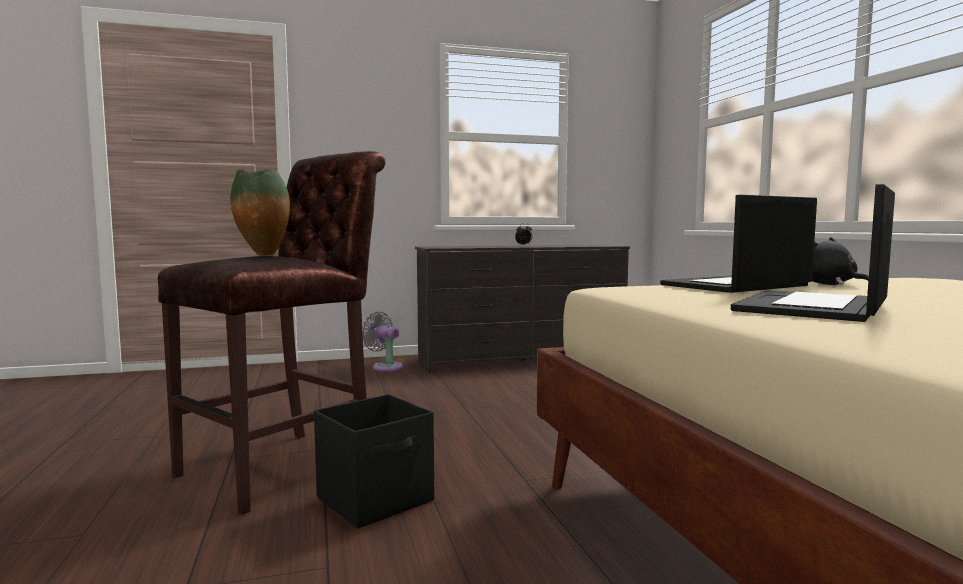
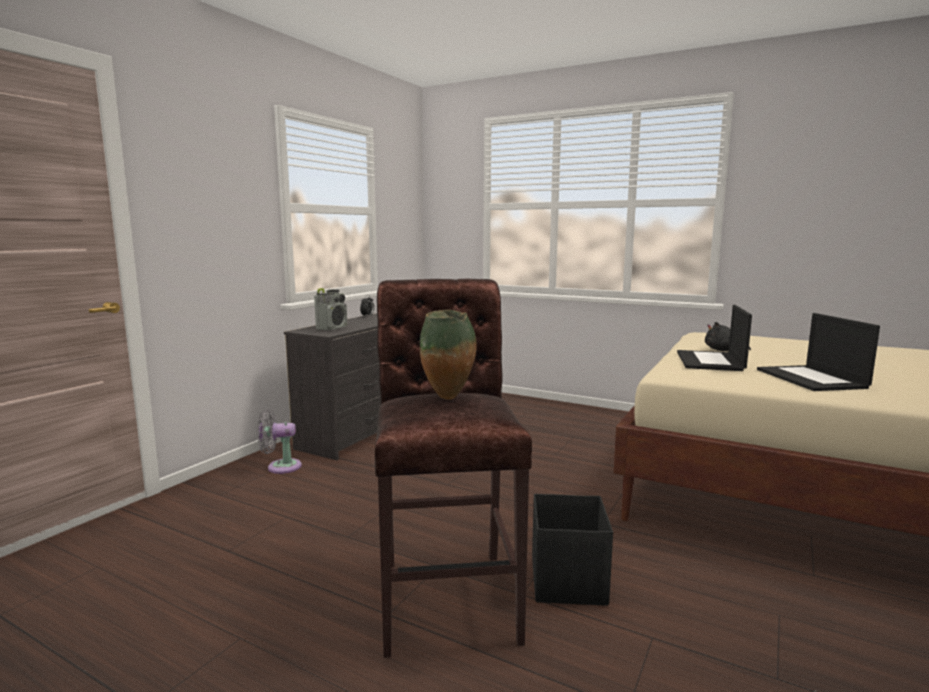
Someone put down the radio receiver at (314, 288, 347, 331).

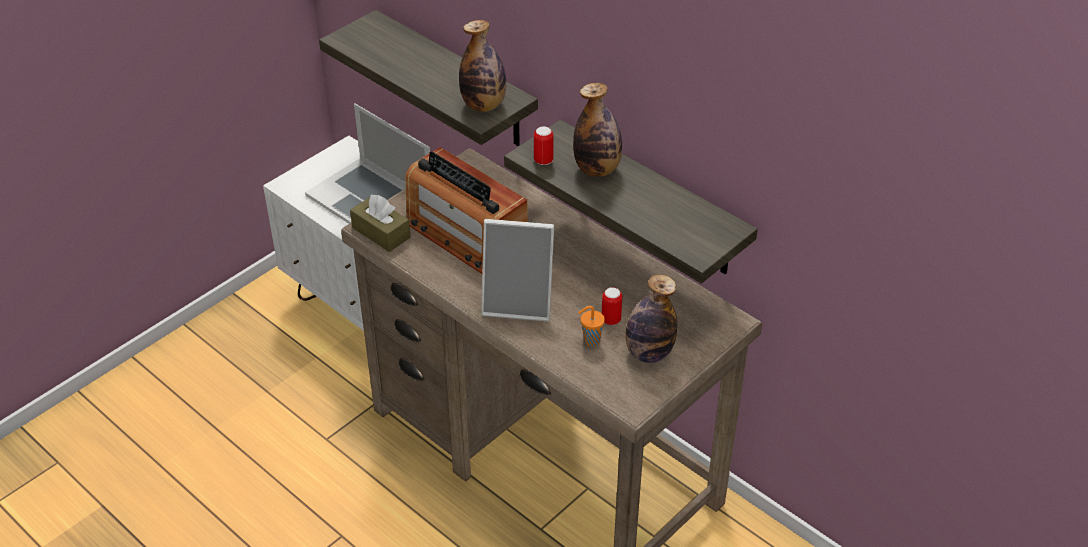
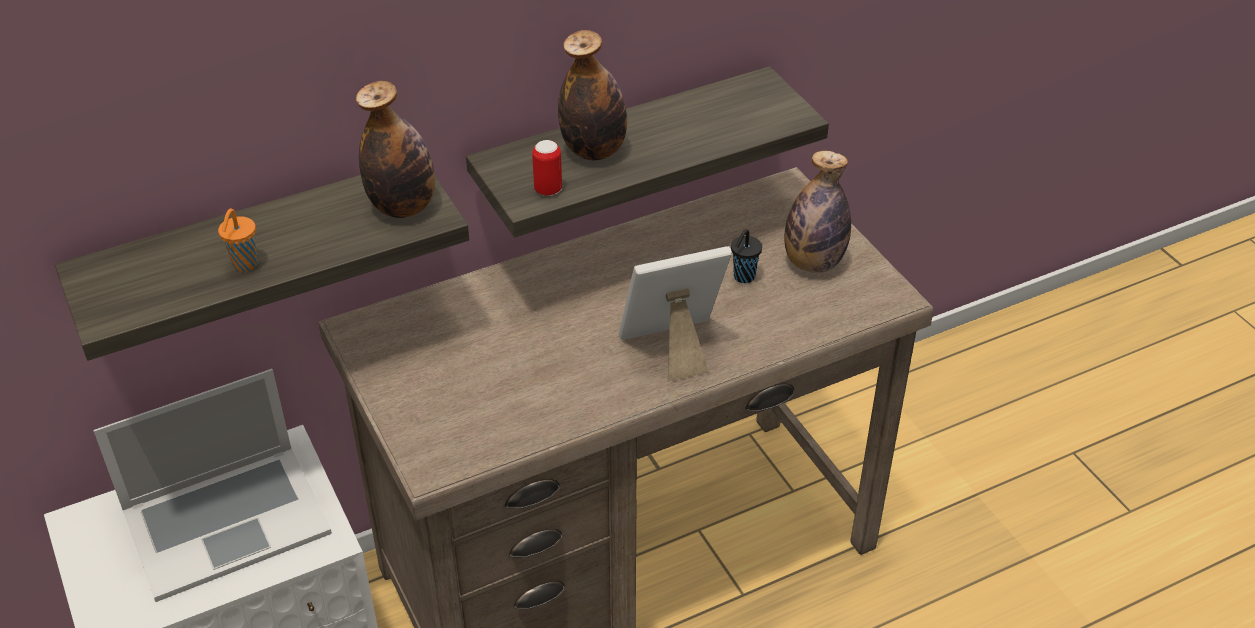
Someone took away the tissue box (brown) at (350, 194, 411, 252).
Someone took away the radio receiver at (405, 147, 528, 274).
Someone carried the drinking cup (orangey) from (578, 306, 605, 347) to (218, 209, 258, 272).
Someone swapped the can at (602, 287, 622, 325) for the drinking cup (black-coloured) at (731, 229, 762, 283).
Someone rotated the photo frame at (481, 219, 554, 322) by 135 degrees counterclockwise.

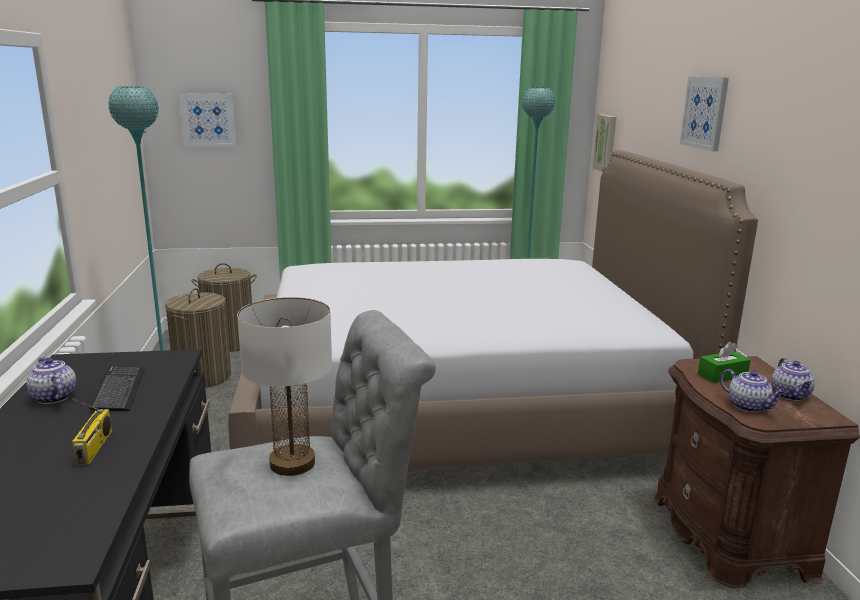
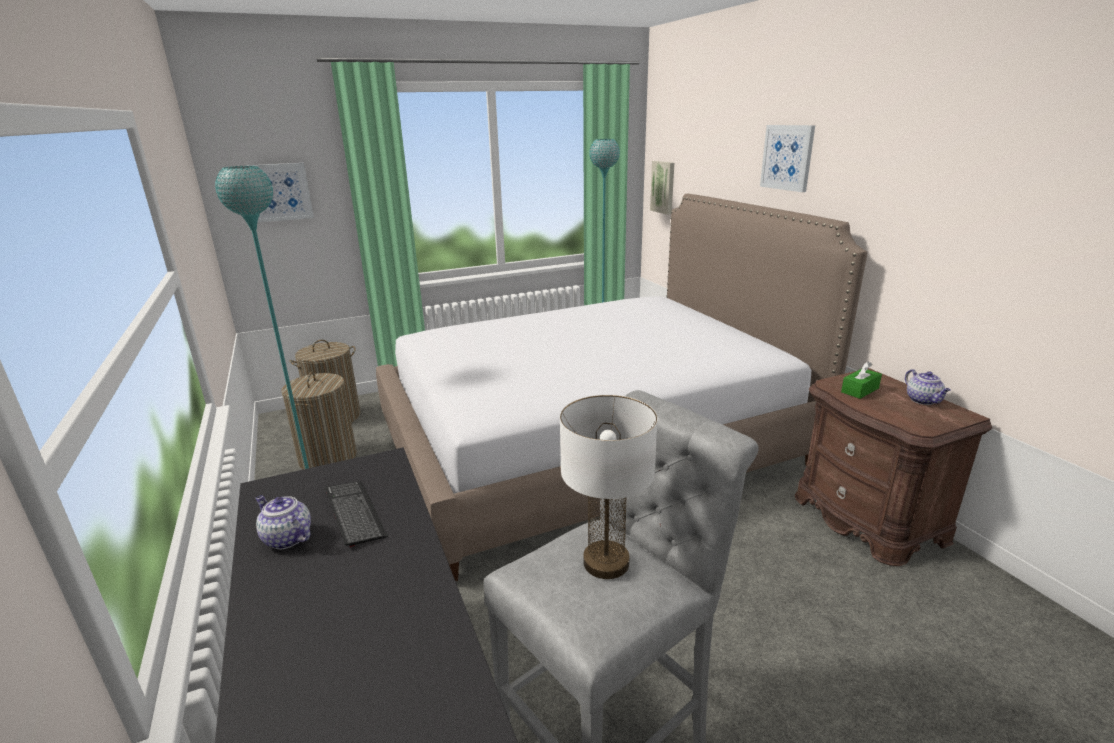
Someone took away the radio receiver at (72, 398, 112, 465).
Someone took away the tea pot at (720, 369, 786, 412).

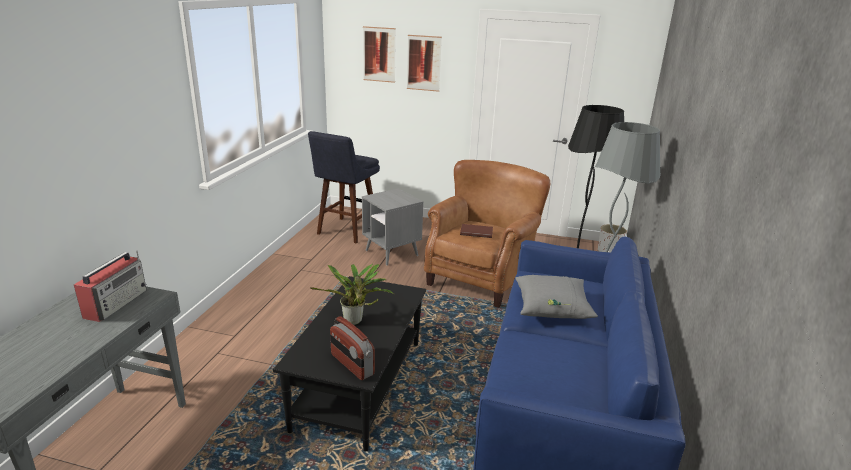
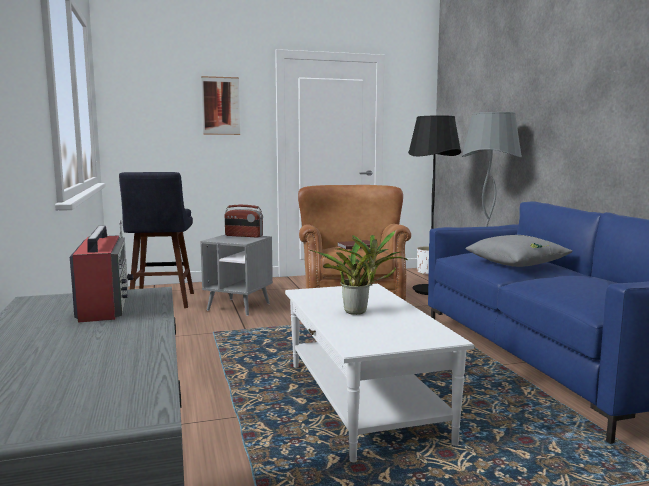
Someone took away the wall art at (363, 26, 396, 83).
Someone carried the radio receiver from (330, 316, 375, 380) to (224, 205, 263, 237).
Someone repainted the lounge table (black-coloured) at (273, 276, 426, 451), which became the lounge table (whitish) at (285, 284, 474, 462).

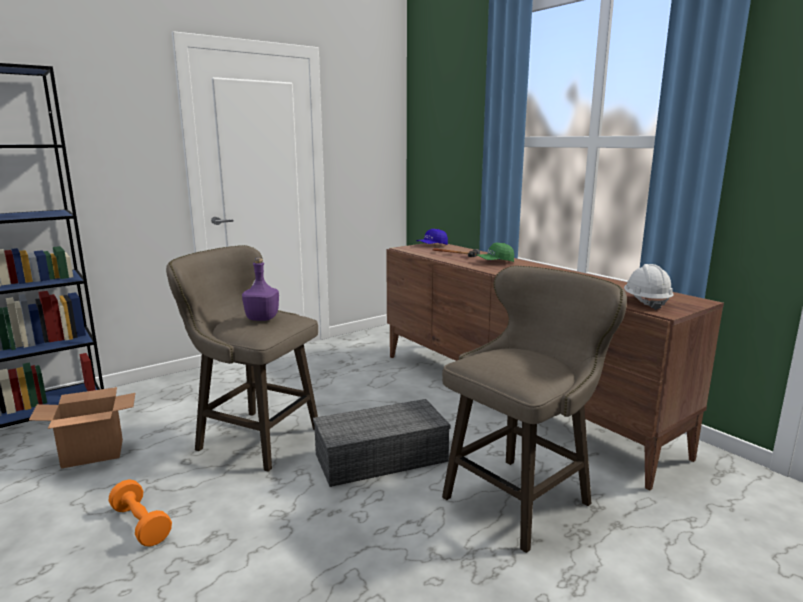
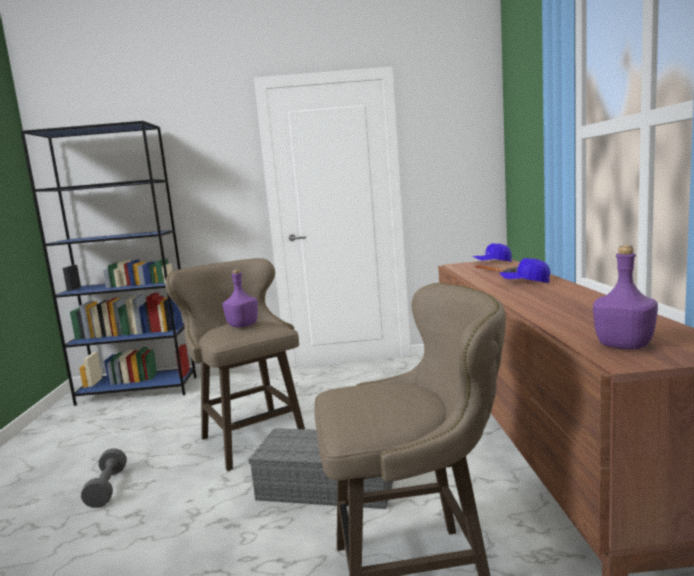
Someone took away the cardboard box at (29, 387, 135, 469).
Someone swapped the work helmet (whitish) at (624, 264, 673, 310) for the bottle (purple-coloured) at (593, 245, 658, 349).
Someone repainted the hand weight (orangey) at (109, 479, 172, 547), which became the hand weight (gray) at (81, 448, 127, 508).
Someone repainted the cap (green-coloured) at (477, 243, 514, 262), which became the cap (blue-coloured) at (500, 258, 550, 283).

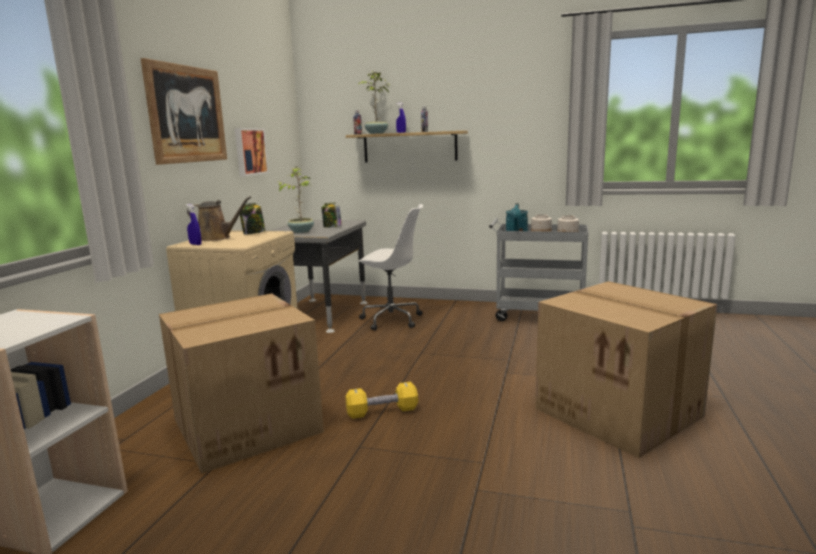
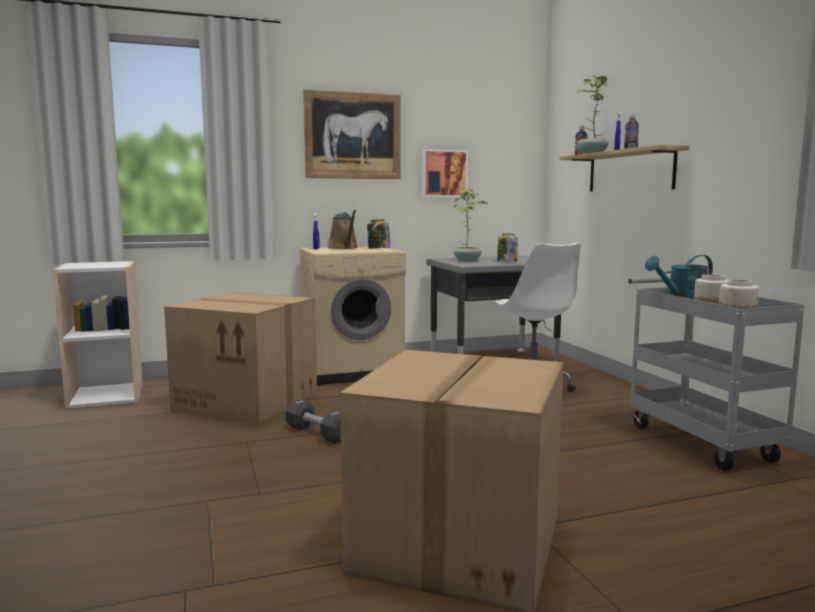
Someone repainted the hand weight (yellow-coloured) at (345, 382, 418, 419), which became the hand weight (black-coloured) at (286, 399, 341, 443).

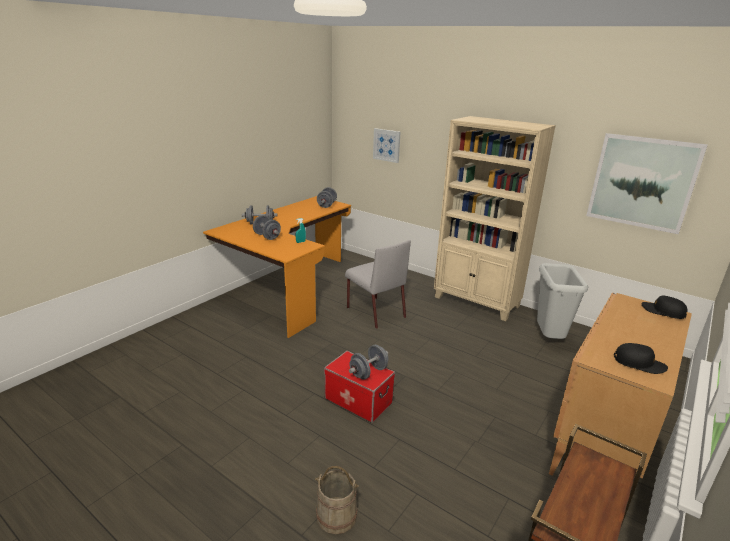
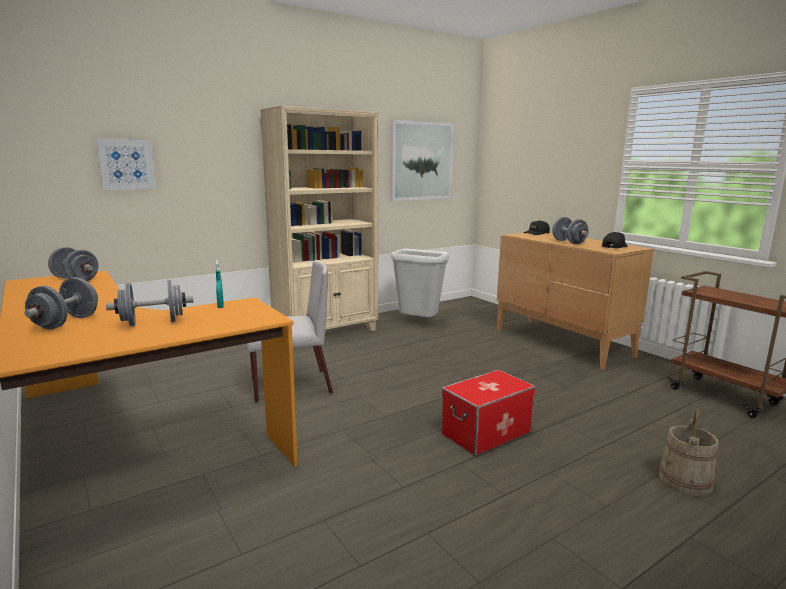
Someone carried the hand weight (gray) from (349, 345, 388, 380) to (552, 217, 589, 244).

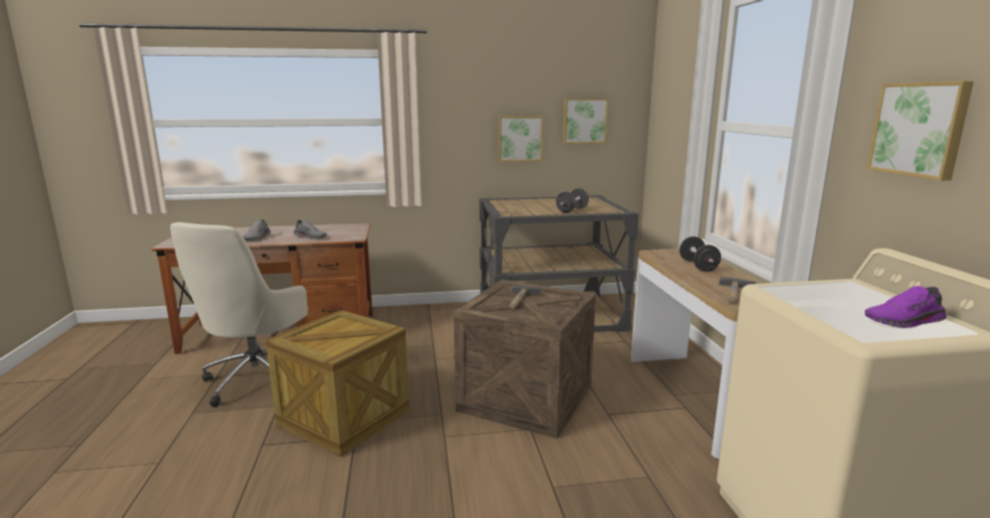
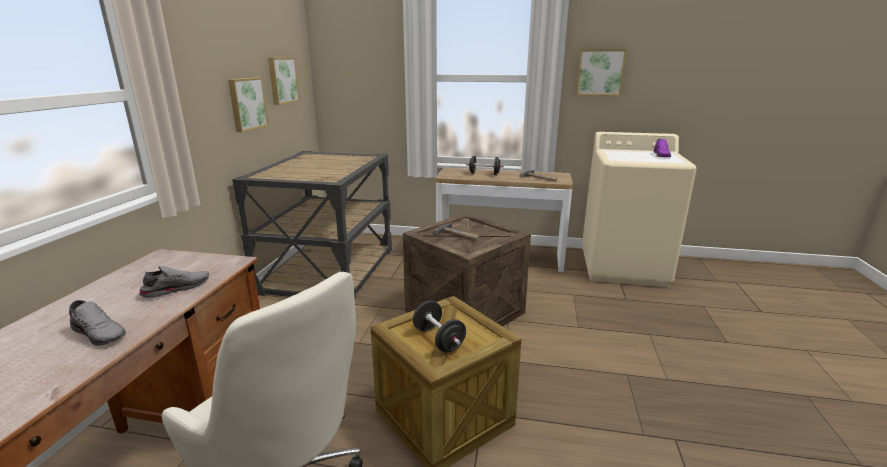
Someone carried the hand weight (black-coloured) from (556, 188, 589, 213) to (413, 300, 466, 353).

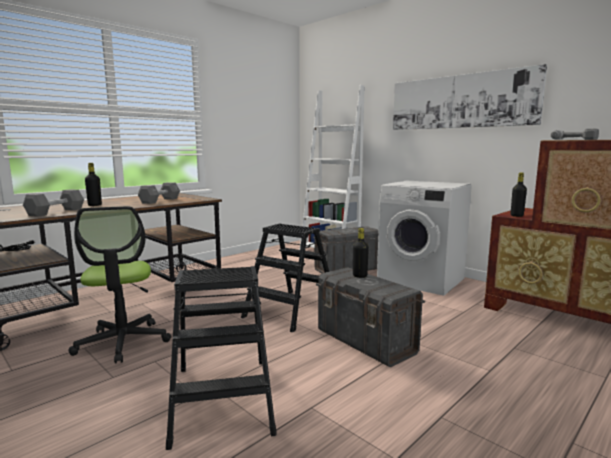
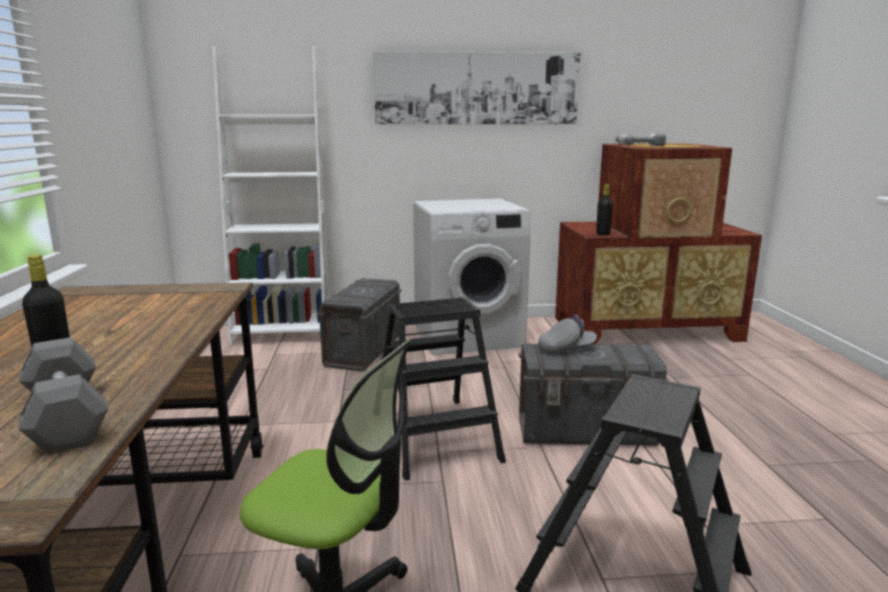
Someone took away the hand weight (gray) at (137, 182, 180, 204).
Someone swapped the bottle (black-coloured) at (353, 228, 369, 278) for the cap (gray) at (538, 315, 597, 354).

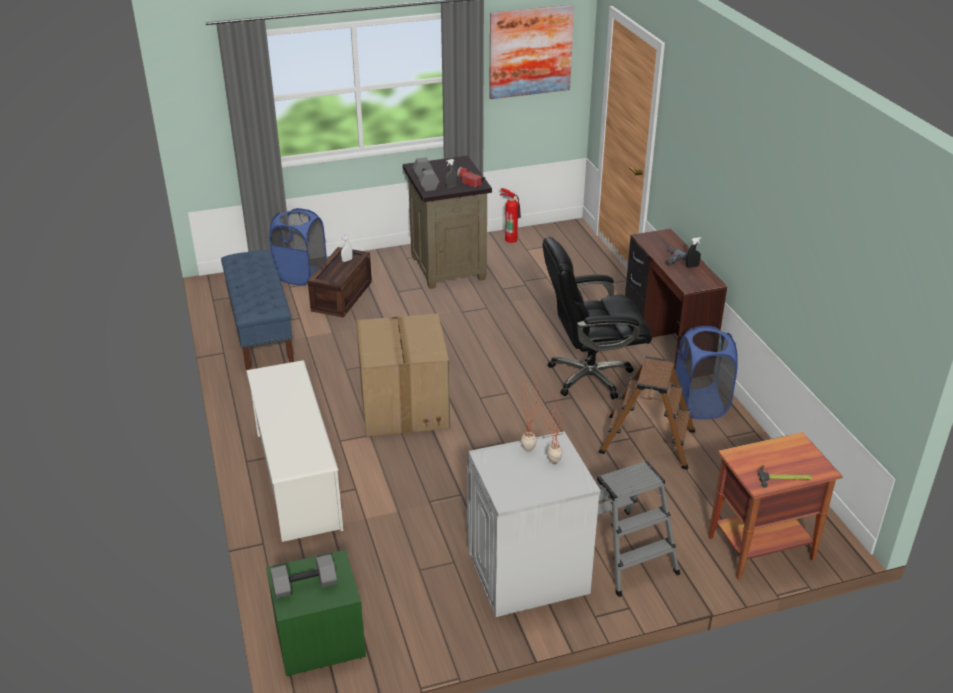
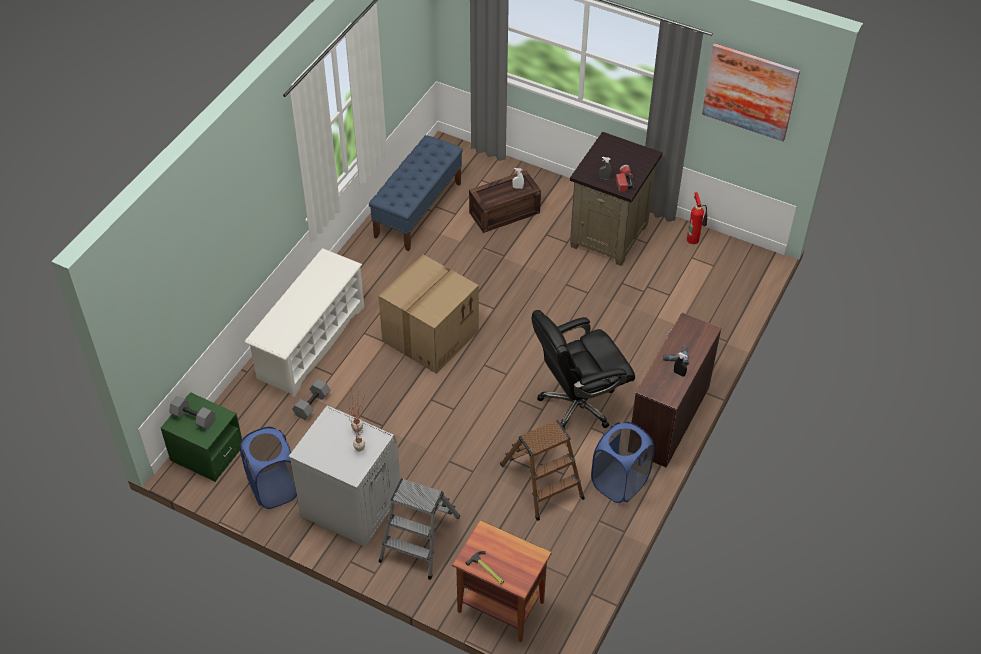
Someone carried the laundry basket (blue-coloured) from (269, 208, 327, 286) to (240, 427, 297, 509).
Someone carried the hand weight (gray) from (412, 158, 440, 191) to (292, 379, 331, 420).
Someone rotated the desk chair (black-coloured) at (542, 237, 652, 399) by 60 degrees counterclockwise.

